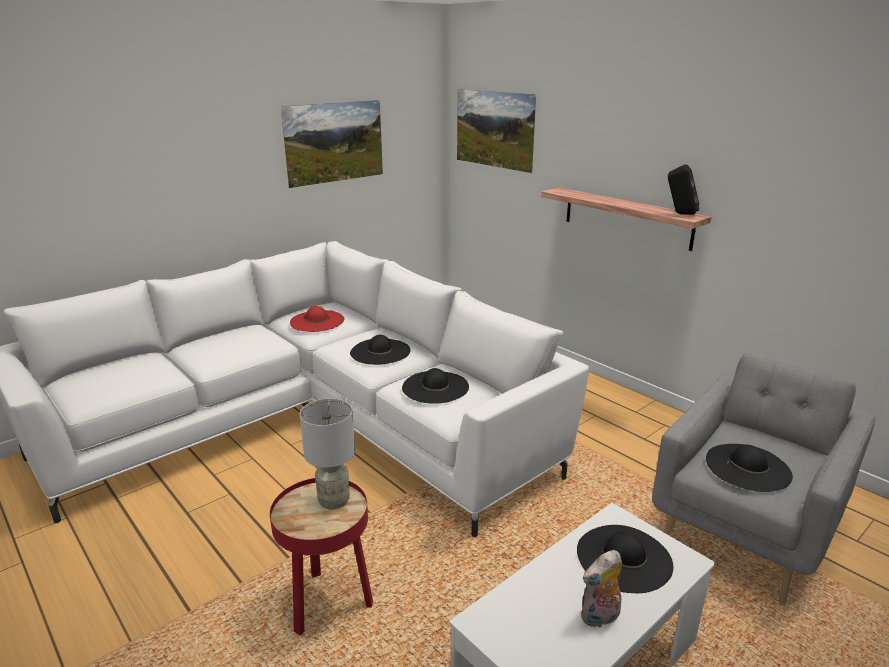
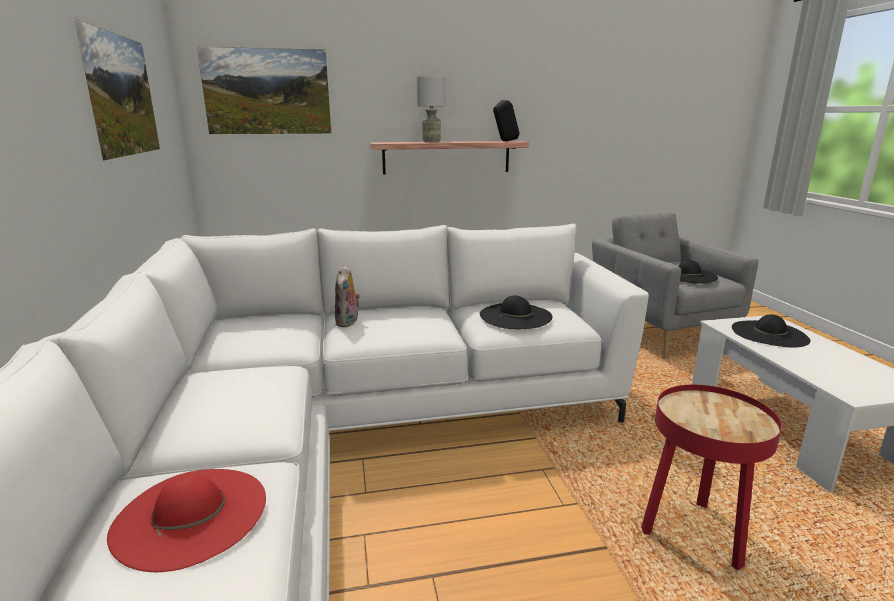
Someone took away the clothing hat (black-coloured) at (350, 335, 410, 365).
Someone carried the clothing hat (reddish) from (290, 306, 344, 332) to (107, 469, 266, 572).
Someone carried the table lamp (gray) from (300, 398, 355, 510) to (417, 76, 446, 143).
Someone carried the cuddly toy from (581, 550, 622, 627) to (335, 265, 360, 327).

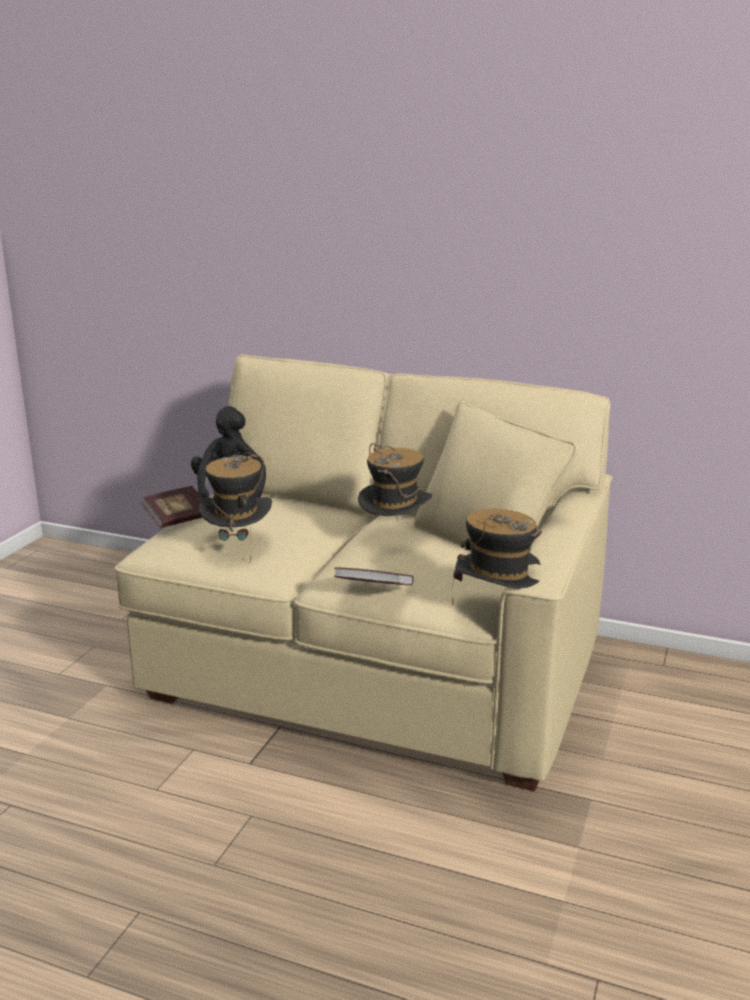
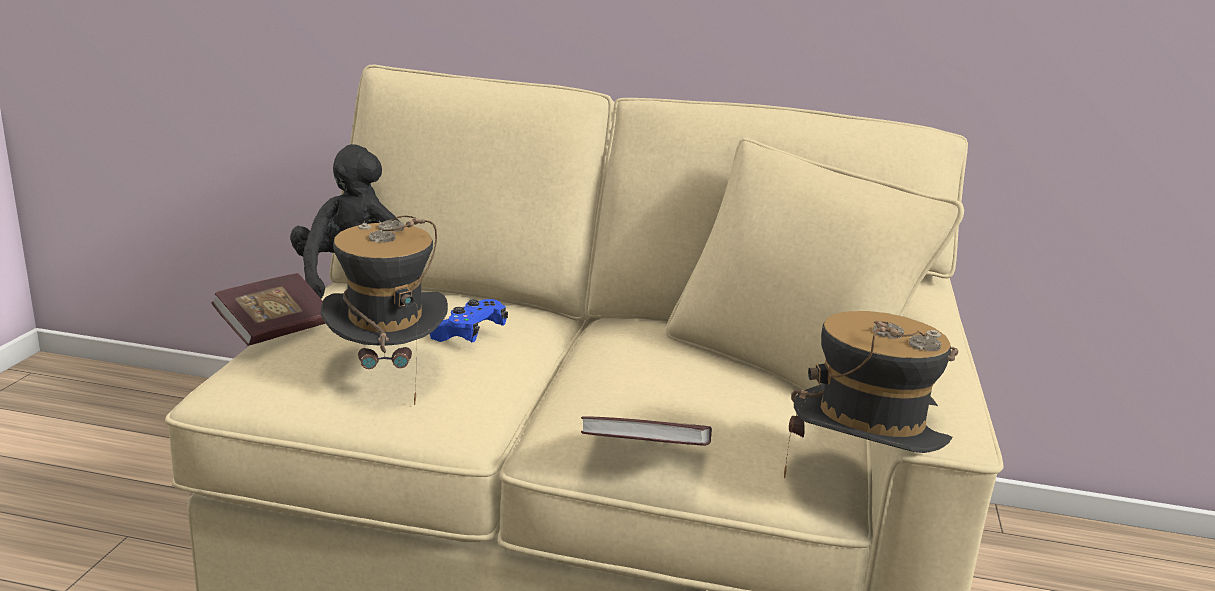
Someone took away the clothing hat at (358, 443, 432, 520).
Someone put down the gamepad (blue-coloured) at (430, 299, 508, 342).

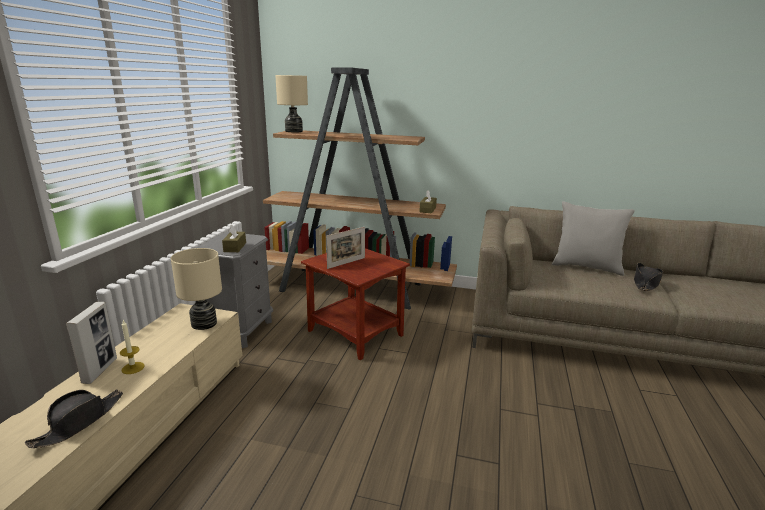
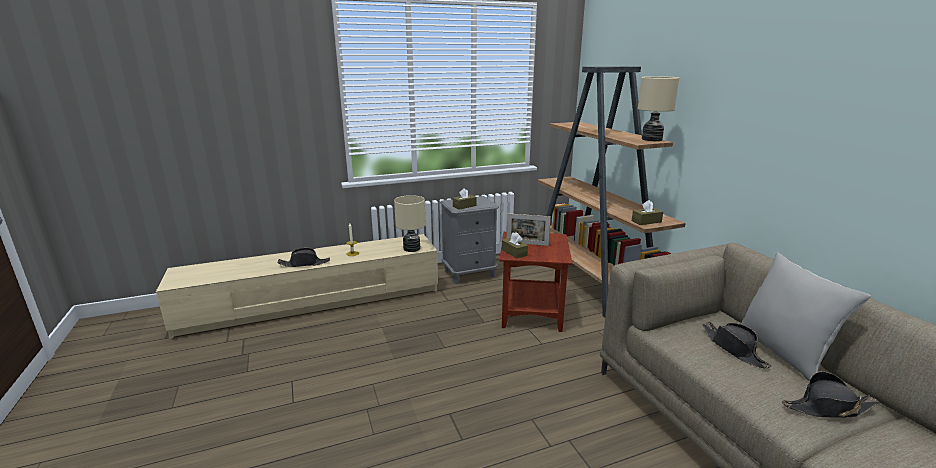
Someone took away the photo frame at (66, 302, 117, 384).
Someone put down the tissue box (brown) at (502, 232, 528, 258).
Someone put down the clothing hat (black-coloured) at (702, 322, 772, 369).
Someone carried the table lamp (sand-coloured) from (275, 75, 308, 132) to (638, 76, 679, 141).

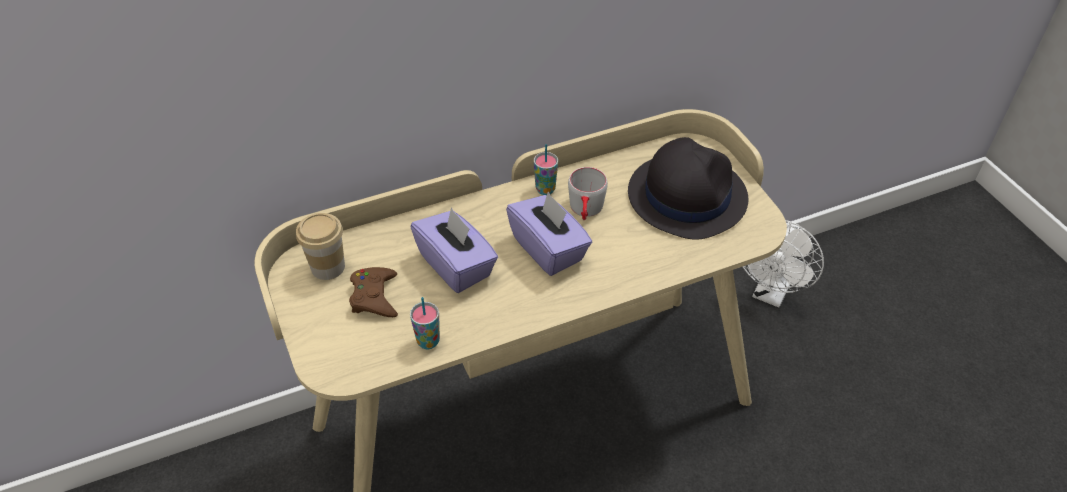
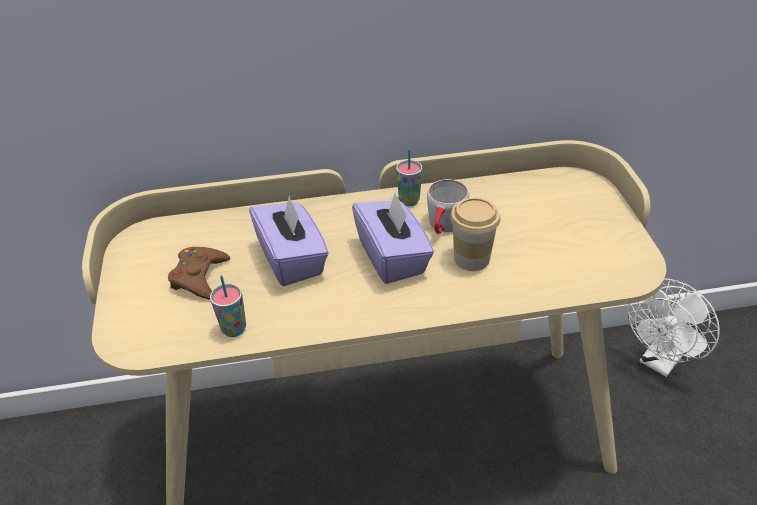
Someone took away the clothing hat (black-coloured) at (628, 137, 748, 240).
Someone carried the drinking cup from (296, 213, 345, 280) to (450, 197, 501, 271).

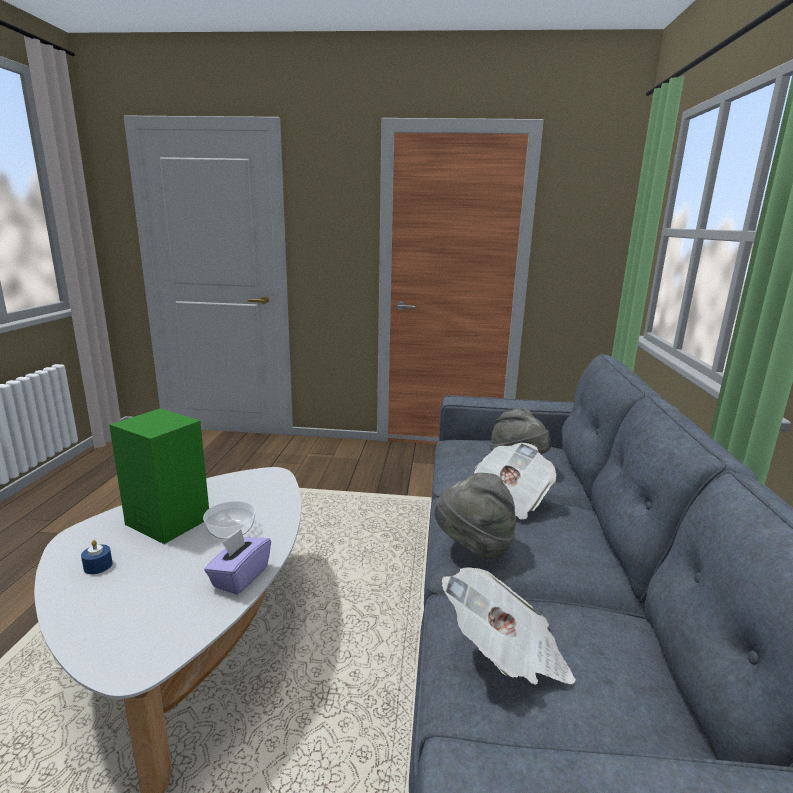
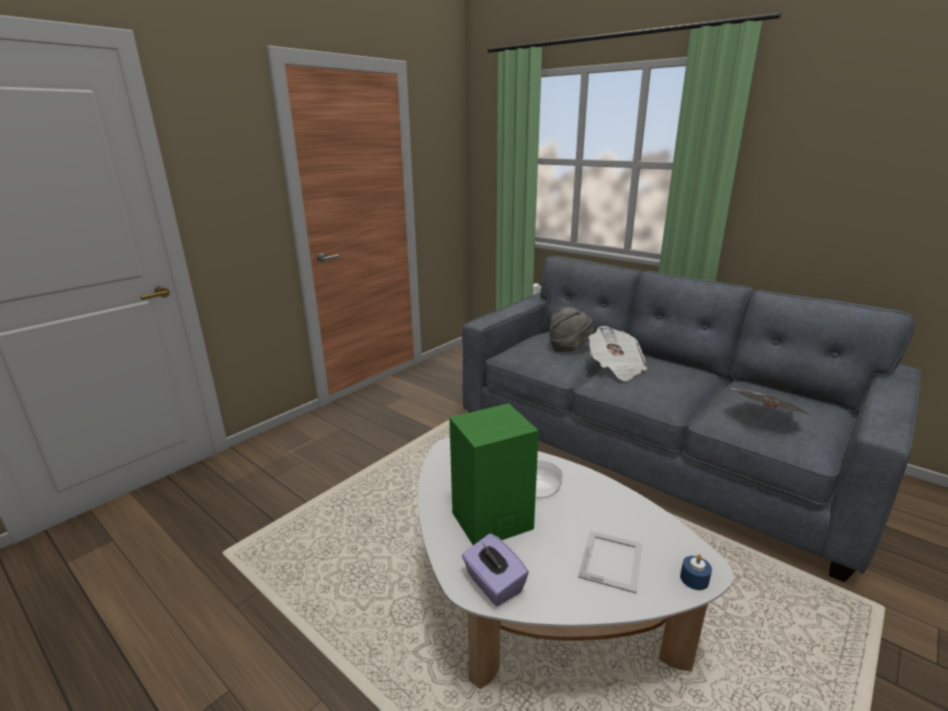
Someone took away the clothing hat (gray) at (435, 473, 516, 559).
Someone put down the photo frame at (578, 531, 643, 594).
Someone carried the candle (blue-coloured) from (81, 540, 113, 574) to (680, 554, 712, 590).
Someone carried the tissue box (purple-coloured) from (204, 529, 271, 595) to (462, 533, 529, 606).

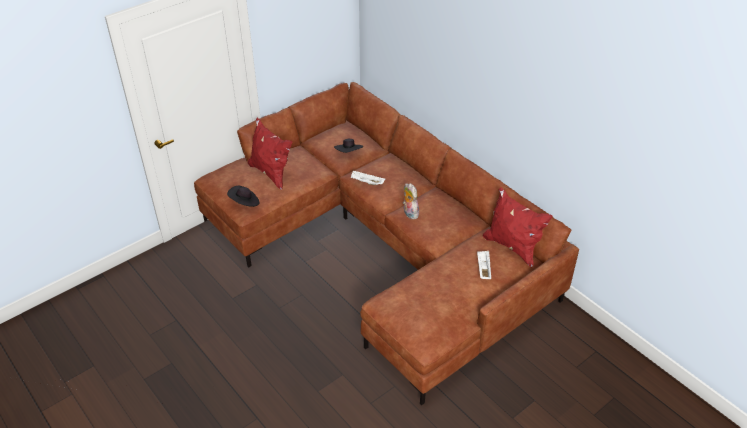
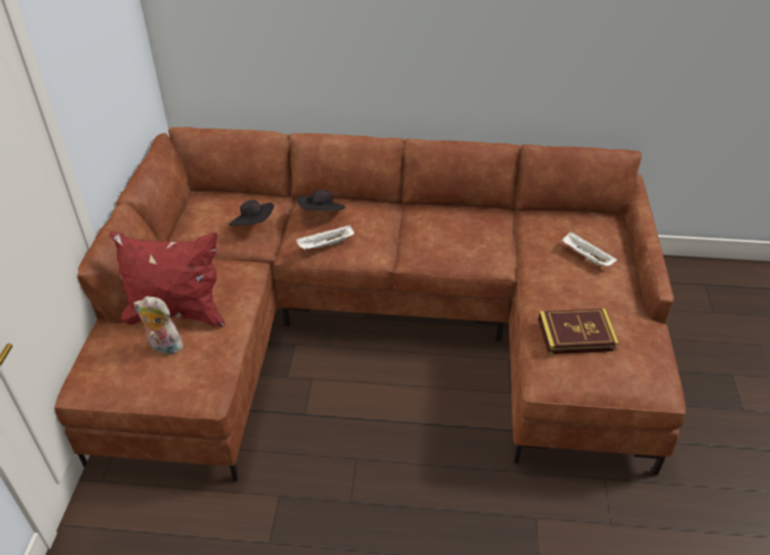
Someone took away the pillow (reddish) at (483, 188, 552, 268).
Someone put down the volume at (538, 309, 619, 354).
Someone carried the clothing hat (black-coloured) from (227, 186, 259, 207) to (297, 190, 345, 211).
Someone carried the cuddly toy from (403, 183, 419, 219) to (134, 296, 183, 355).

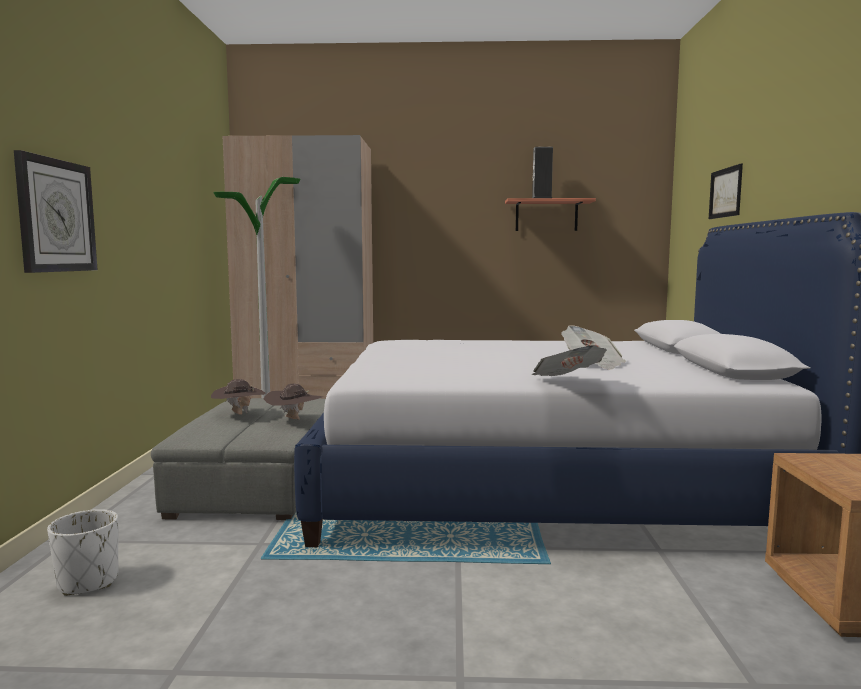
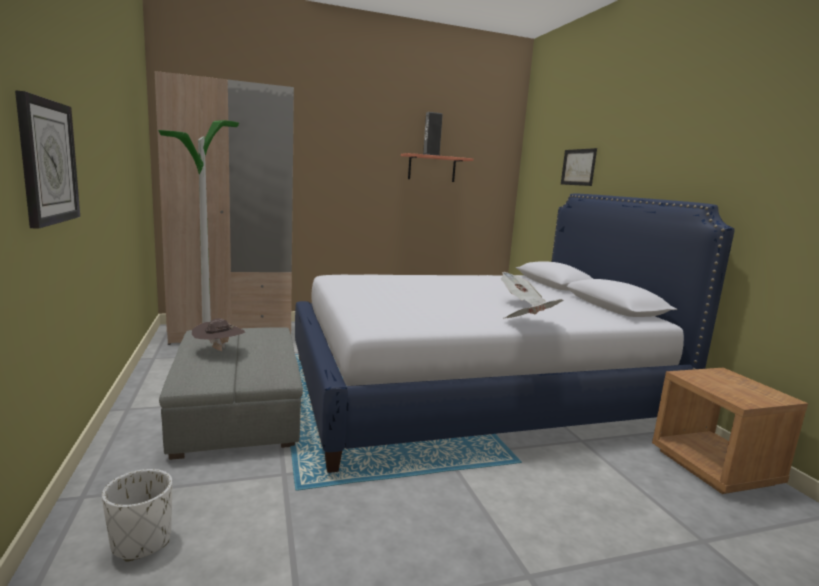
Someone took away the clothing hat (brown) at (264, 383, 323, 420).

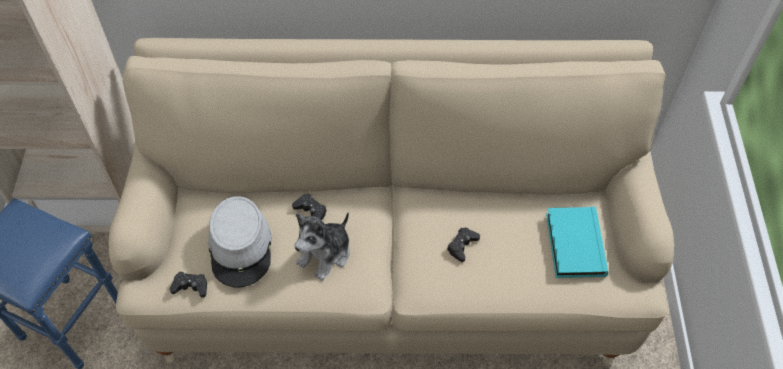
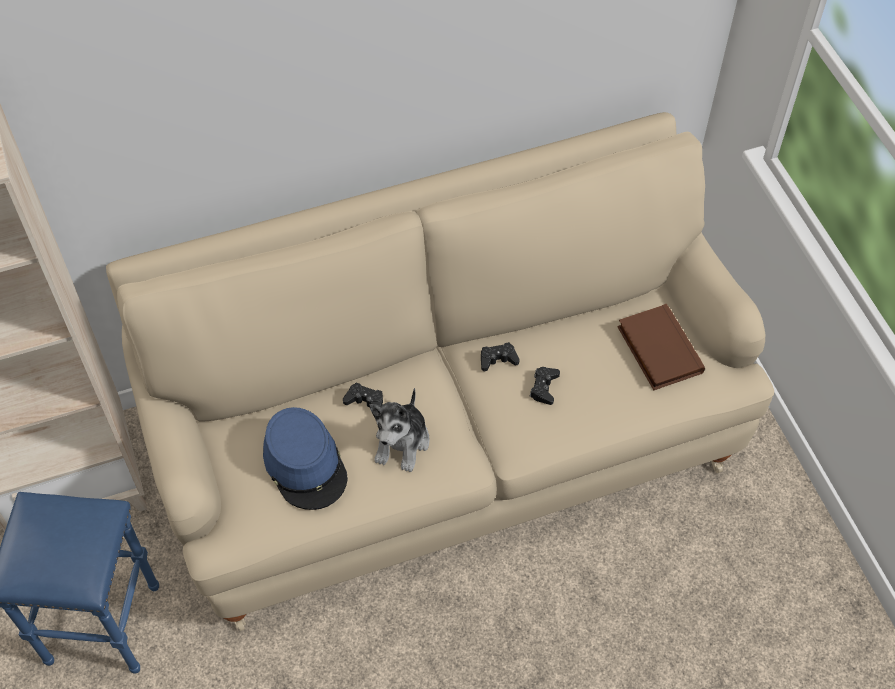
Someone carried the gamepad (black-coloured) from (170, 272, 207, 298) to (481, 342, 520, 371).
Someone repainted the clothing hat (gray) at (208, 196, 272, 287), which became the clothing hat (blue-coloured) at (263, 407, 348, 510).
Someone repainted the volume (turquoise-coloured) at (546, 207, 608, 278), which became the volume (brown) at (617, 304, 705, 390).

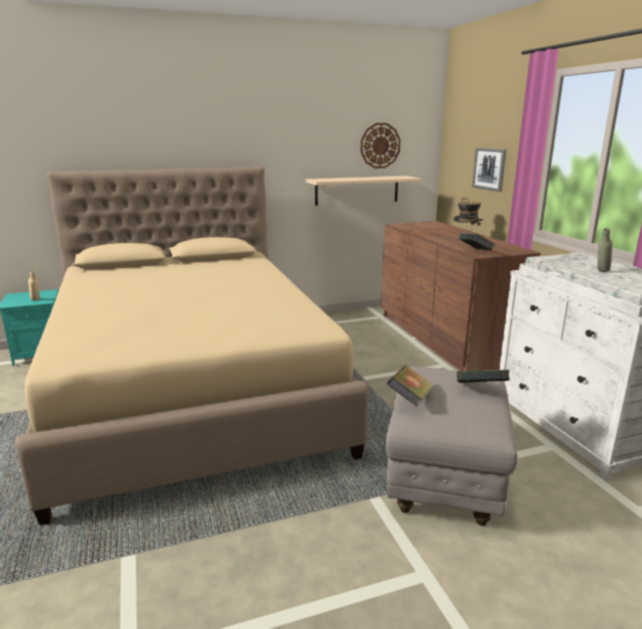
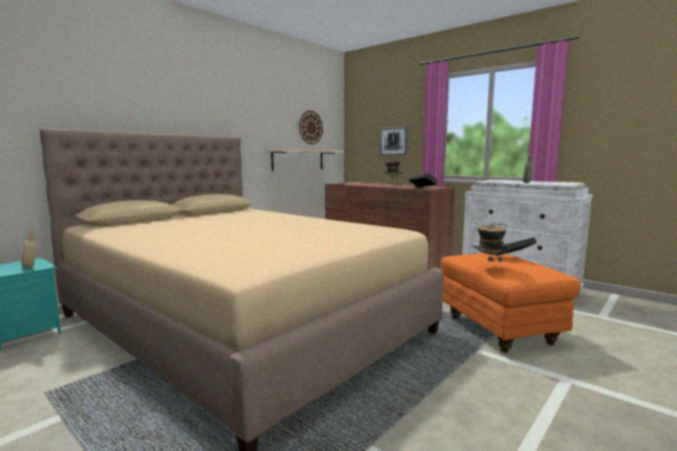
Someone swapped the volume at (387, 365, 434, 407) for the clothing hat at (472, 223, 509, 270).
Someone repainted the ottoman (gray) at (386, 366, 518, 526), which became the ottoman (orangey) at (440, 253, 581, 353).

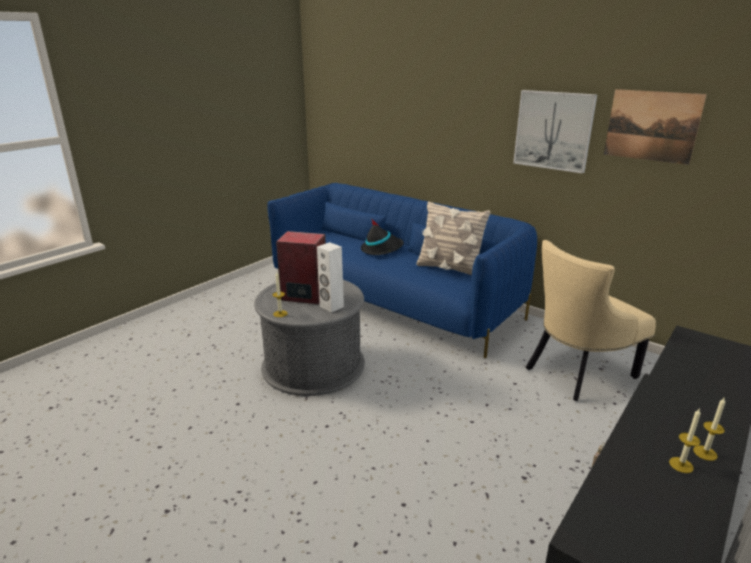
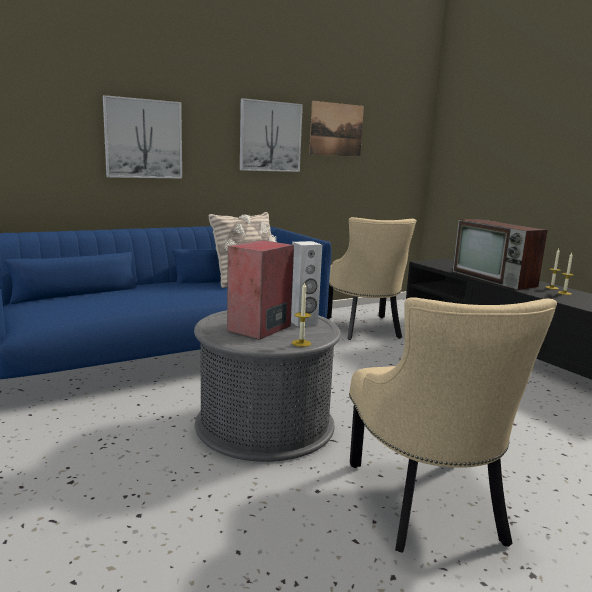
Someone took away the clothing hat (black-coloured) at (361, 219, 404, 255).
Someone put up the wall art at (103, 95, 182, 179).
Someone put down the lounge chair (sand-coloured) at (349, 297, 557, 553).
Someone put down the television at (453, 219, 547, 290).

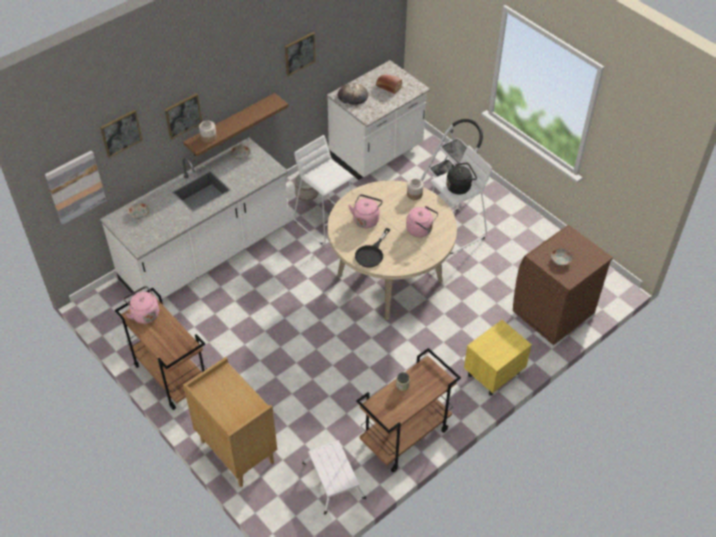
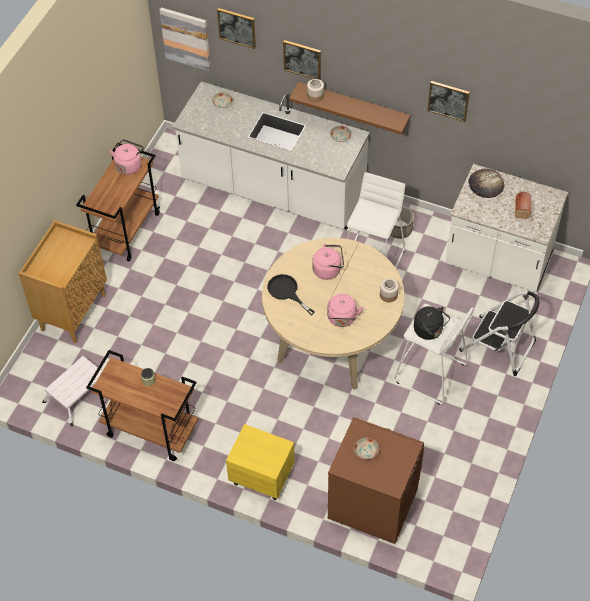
Someone rotated the skillet (black-coloured) at (355, 228, 390, 268) by 45 degrees clockwise.

